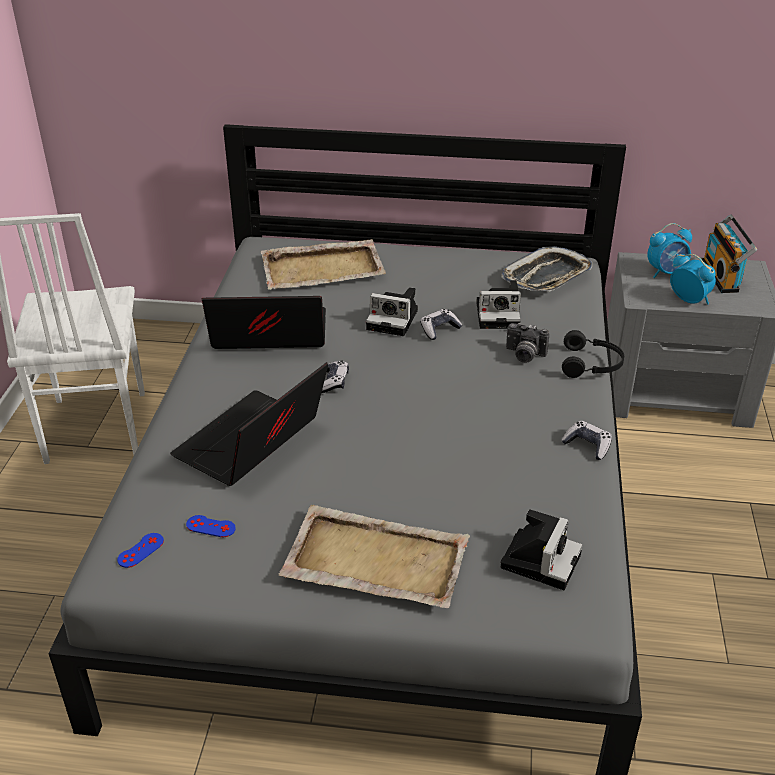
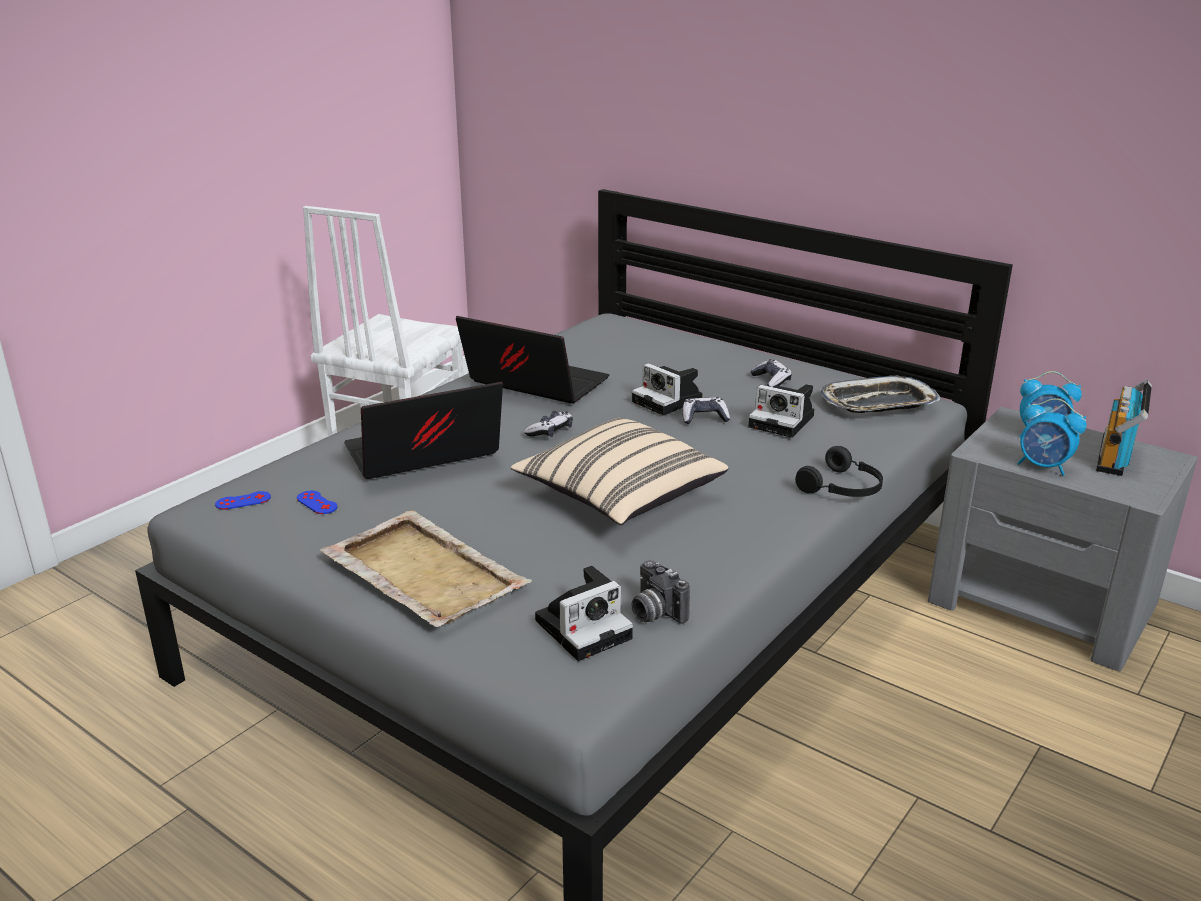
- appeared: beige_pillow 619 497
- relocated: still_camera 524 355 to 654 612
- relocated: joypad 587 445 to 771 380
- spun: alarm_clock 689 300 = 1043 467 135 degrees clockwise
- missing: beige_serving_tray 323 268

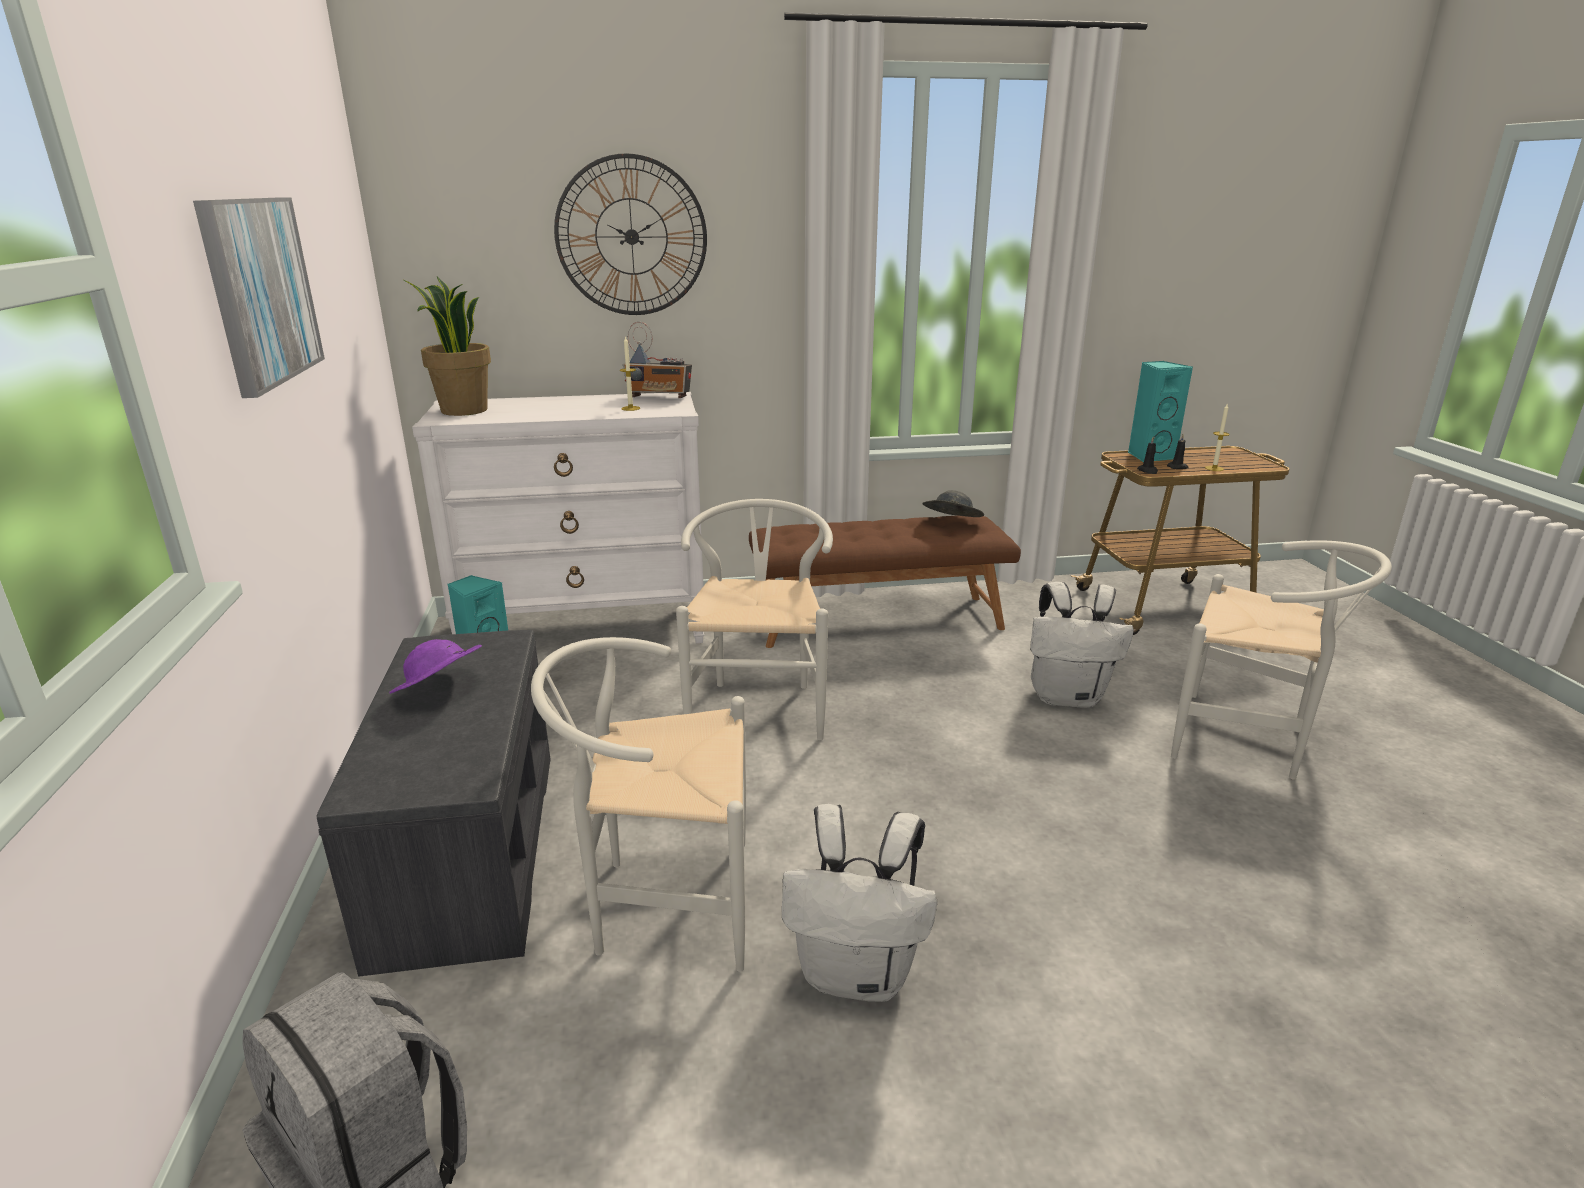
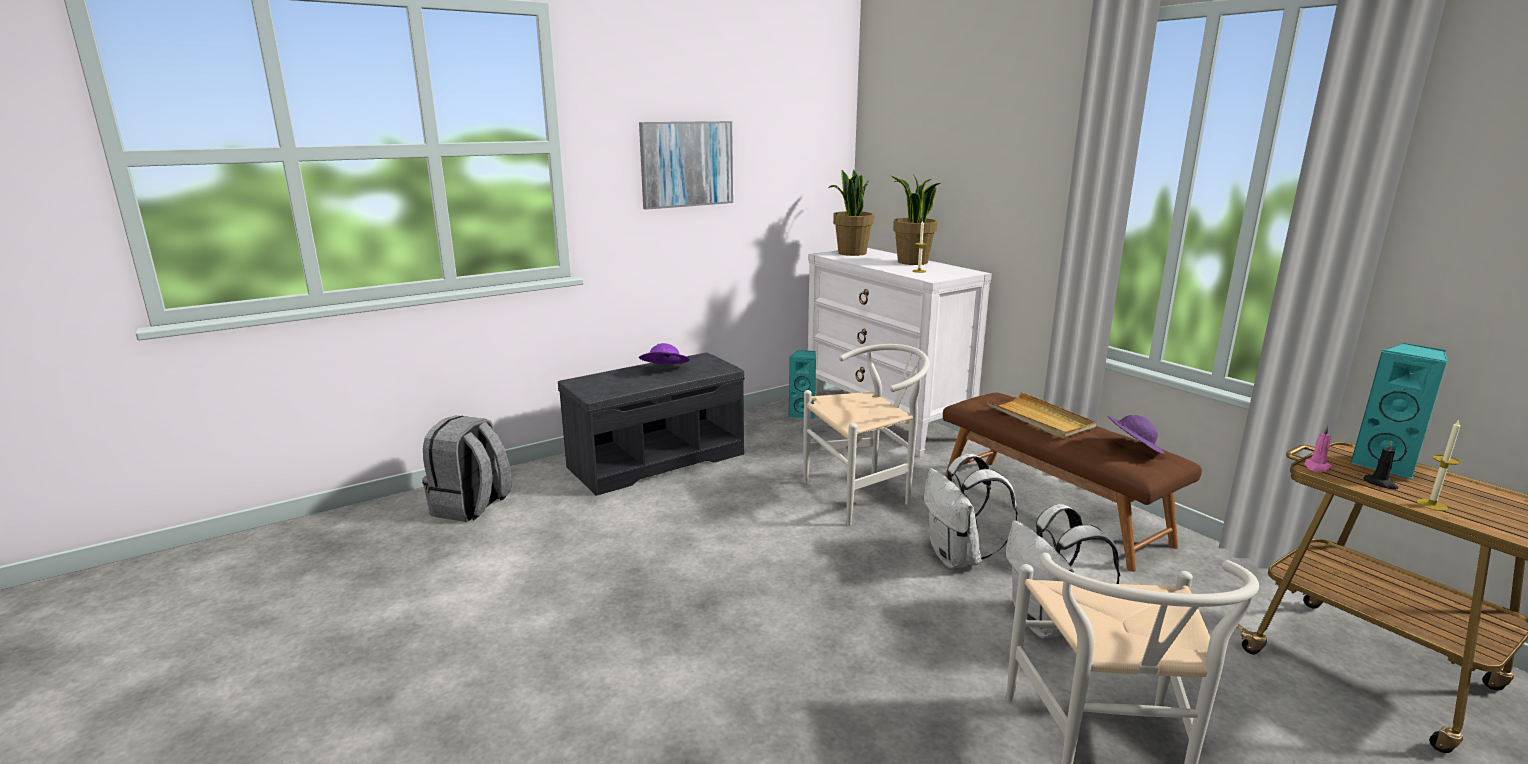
- appeared: plant_in_a_pot 912 262
- relocated: white-coloured_rucksack 857 974 to 958 558
- appeared: beige_serving_tray 1040 419
- colour: gray_clothing_hat 951 523 to purple_clothing_hat 1132 448
- colour: black_candle 1148 471 to pinkish_candle 1316 467
- missing: white-coloured_upright_chair 661 903
- missing: wall_clock 631 236
- missing: radio 660 397

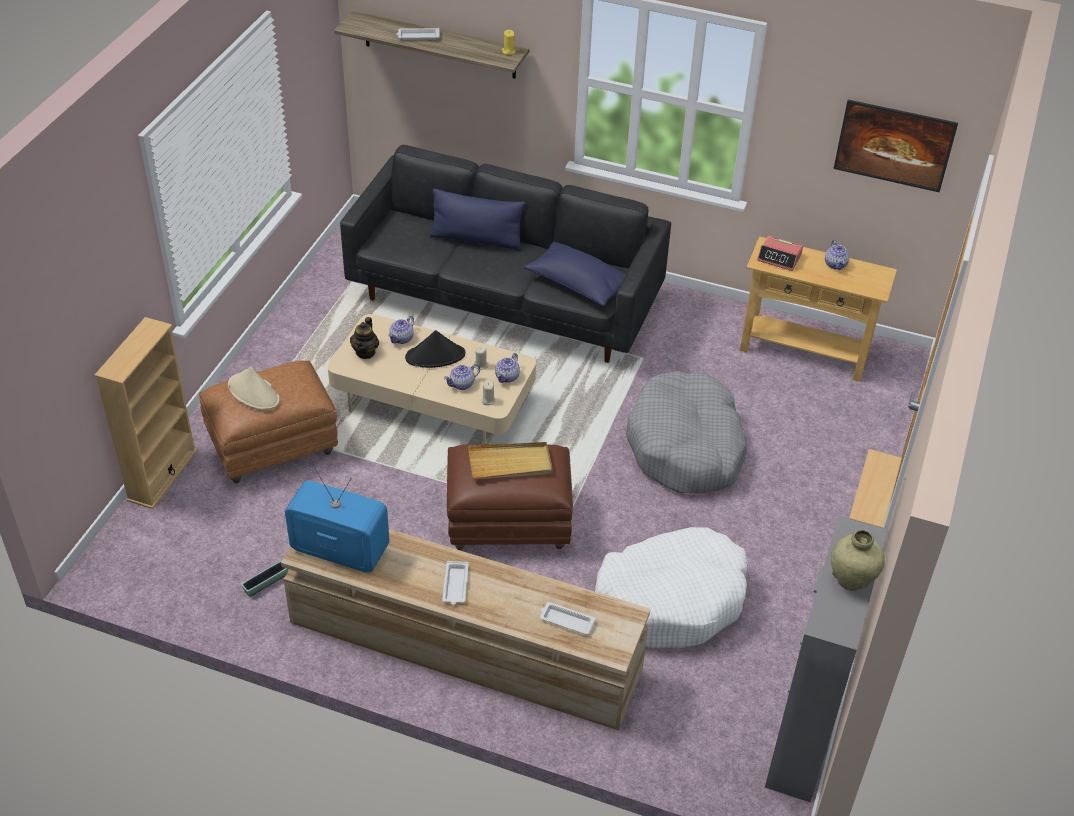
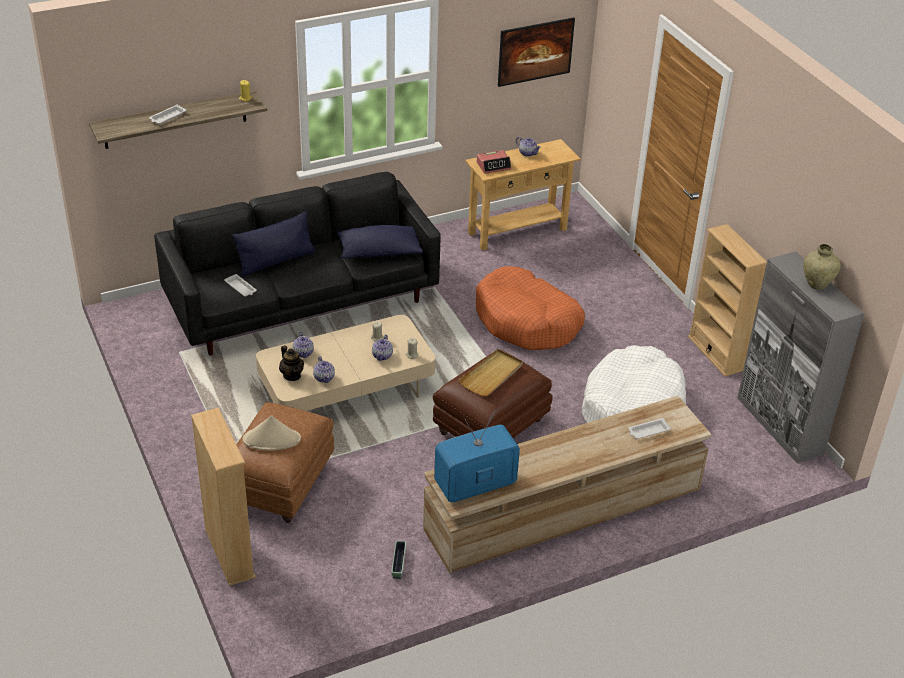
- relocated: white-coloured_serving_tray 455 585 to 241 288
- relocated: tea_pot 507 377 to 324 378
- colour: gray_dog_cushion 686 447 to orange-coloured_dog_cushion 527 321
- missing: black_clothing_hat 435 356

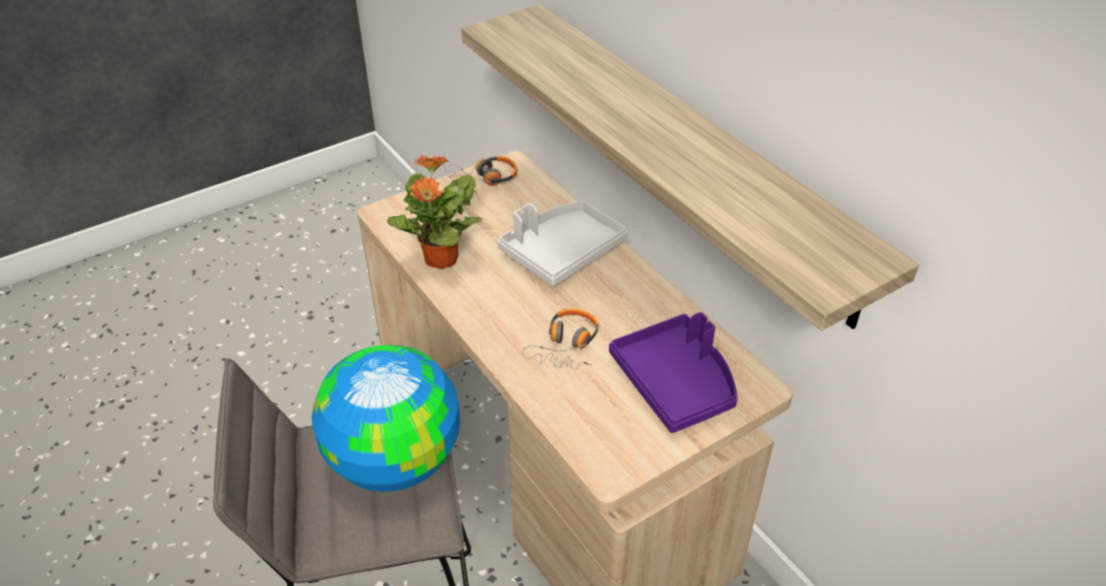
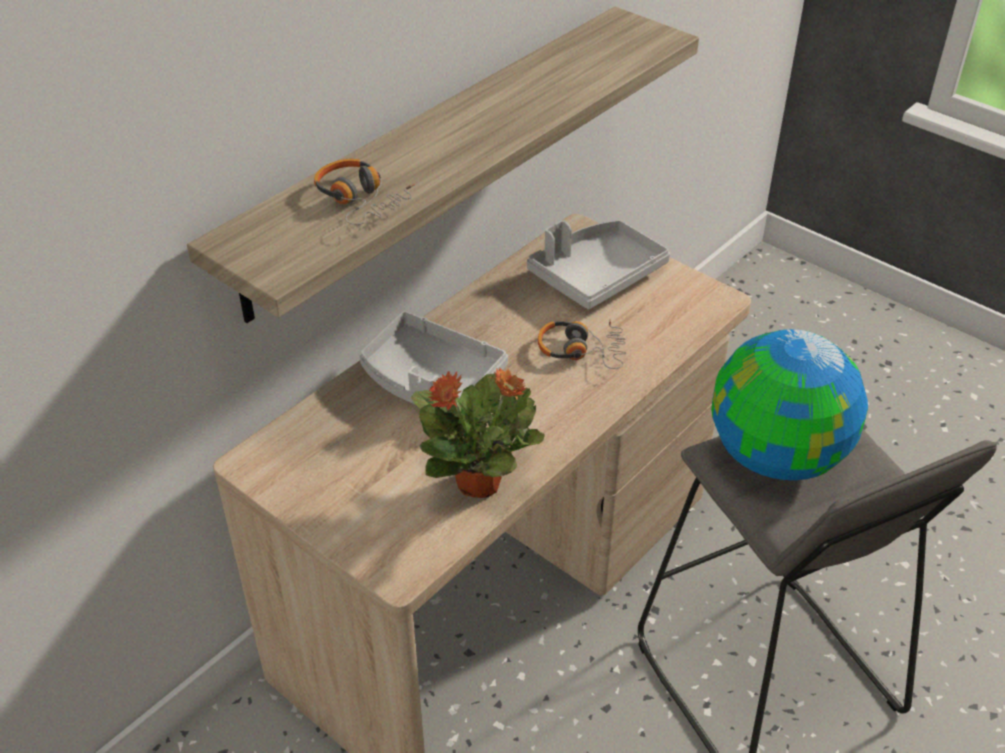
- relocated: pair_of_headphones 484 180 to 361 200
- colour: purple_serving_tray 676 383 to gray_serving_tray 596 275

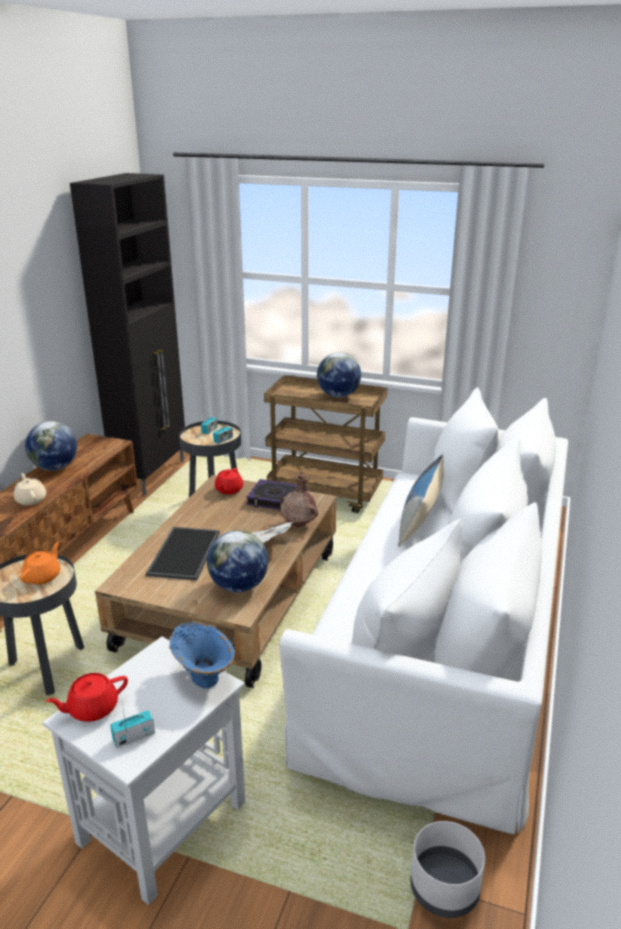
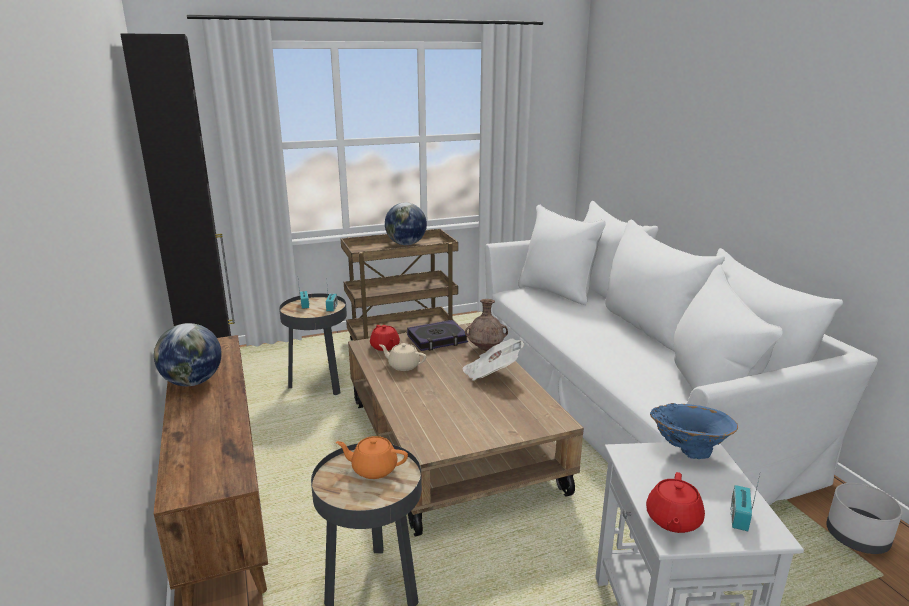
- spun: orange-coloured_tea_pot 43 576 = 373 469 60 degrees counterclockwise
- relocated: beige_tea_pot 31 500 to 403 366
- missing: serving_tray 185 554
- missing: globe 238 586
- missing: pillow 420 520

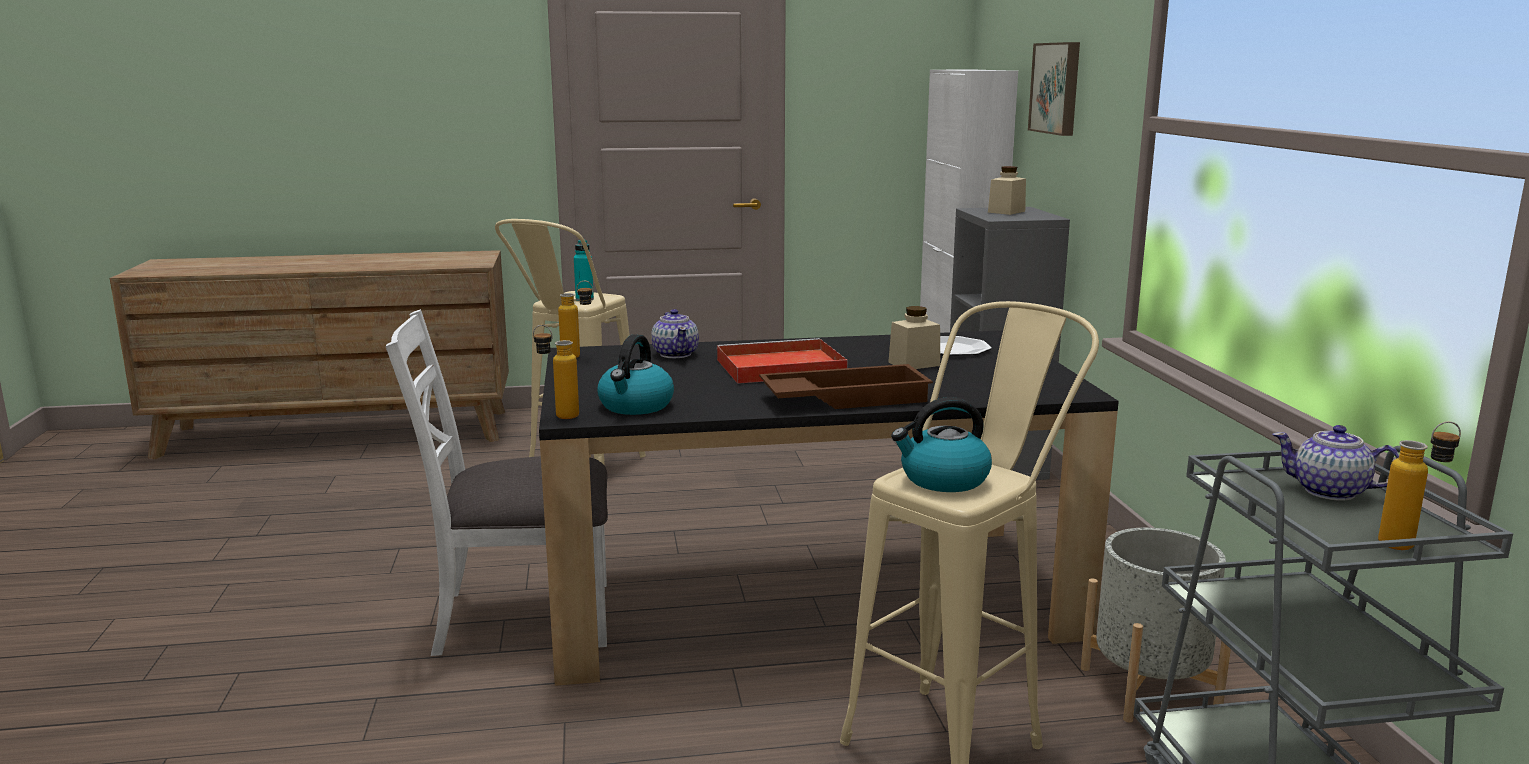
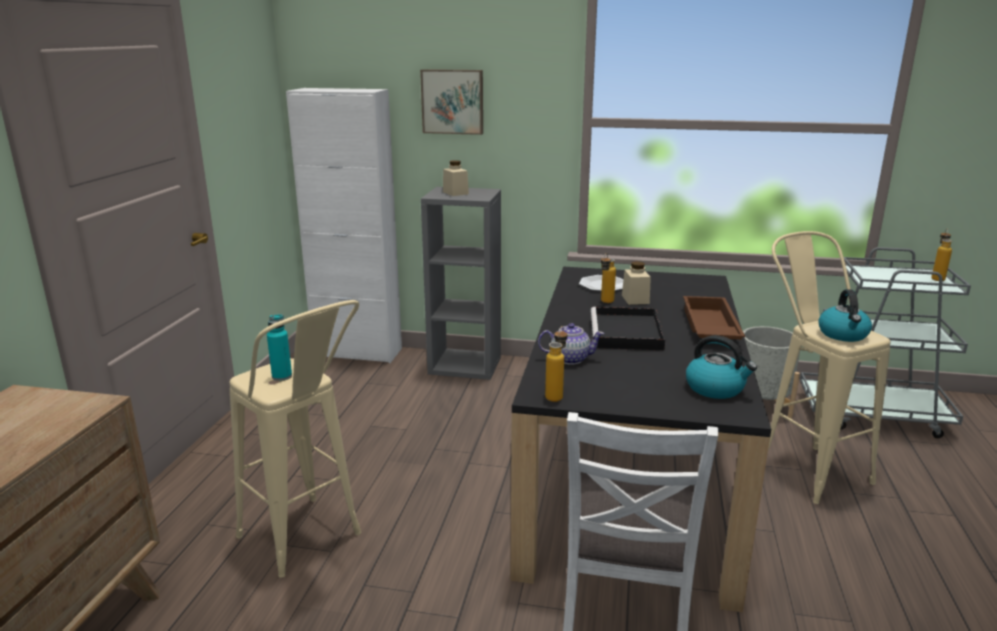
- colour: red_serving_tray 778 367 to black_serving_tray 627 333
- relocated: bottle 558 415 to 605 303
- missing: tea_pot 1330 492

